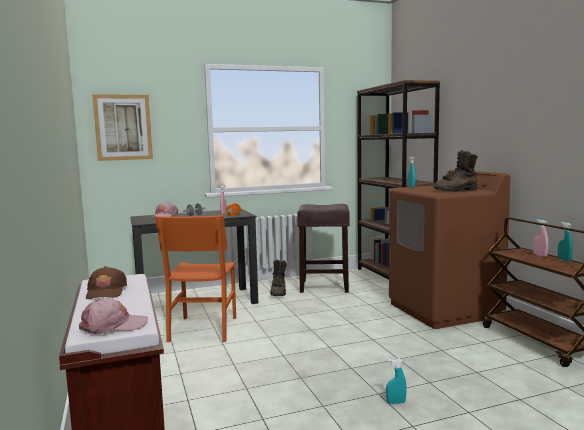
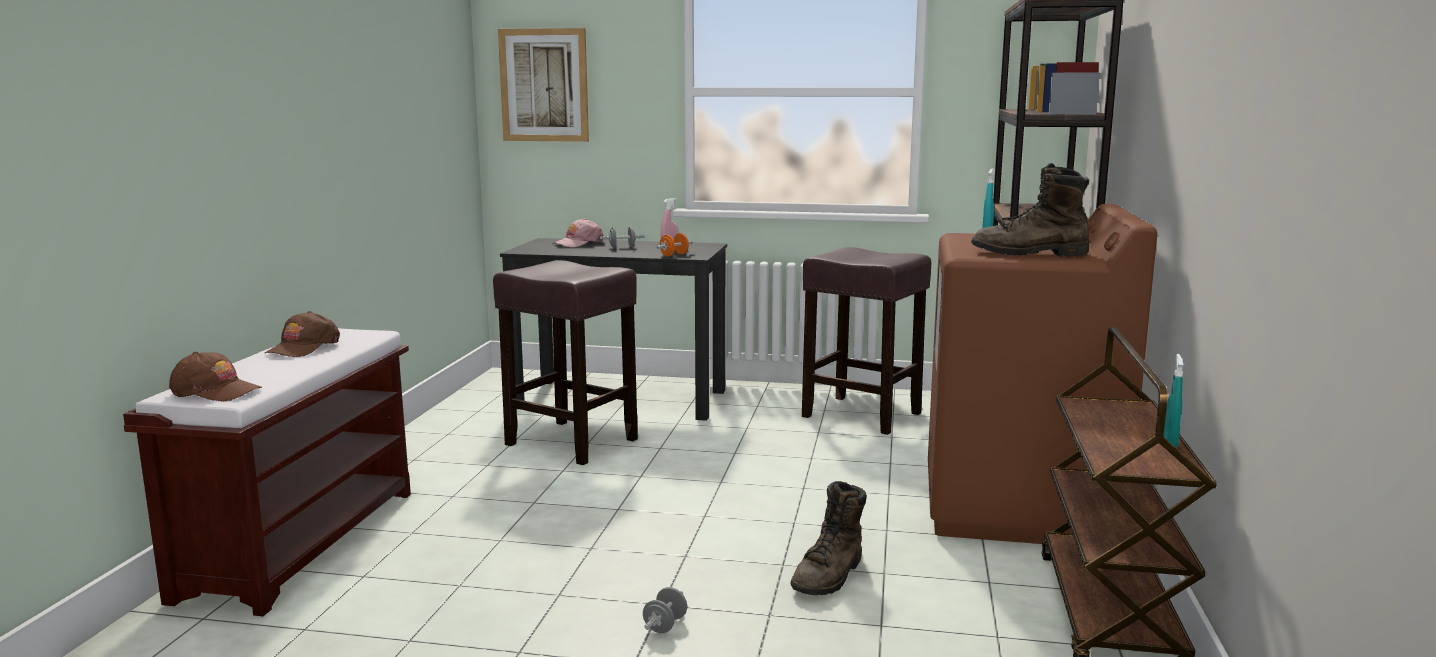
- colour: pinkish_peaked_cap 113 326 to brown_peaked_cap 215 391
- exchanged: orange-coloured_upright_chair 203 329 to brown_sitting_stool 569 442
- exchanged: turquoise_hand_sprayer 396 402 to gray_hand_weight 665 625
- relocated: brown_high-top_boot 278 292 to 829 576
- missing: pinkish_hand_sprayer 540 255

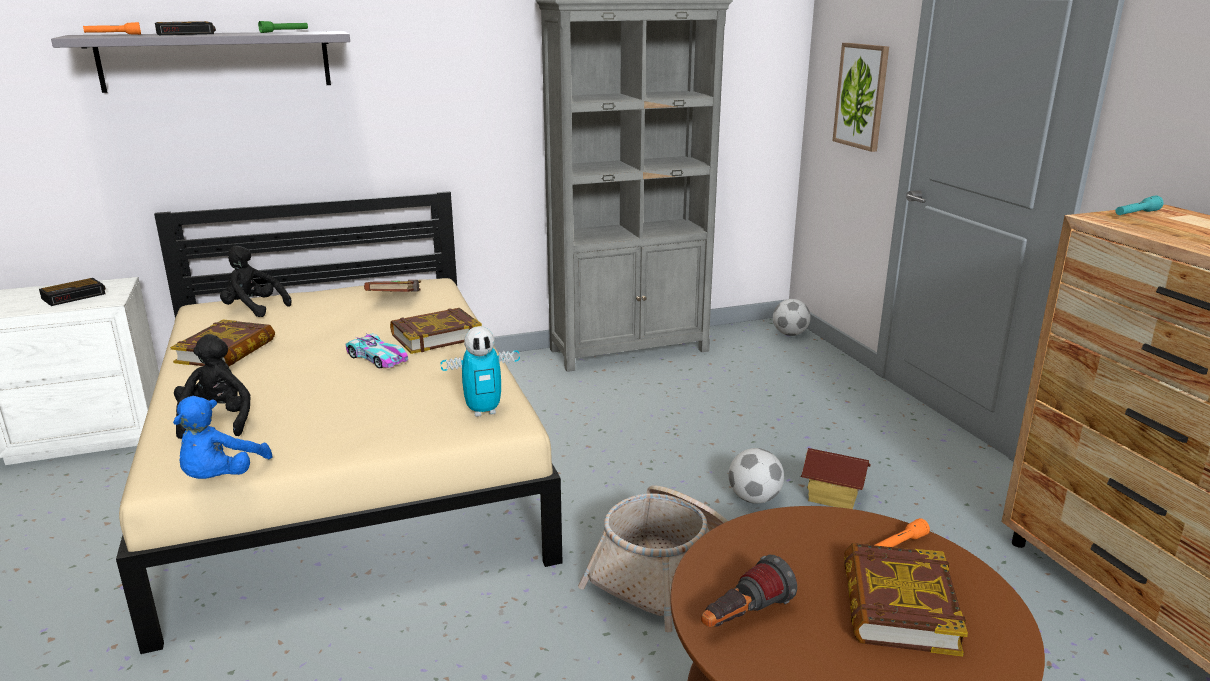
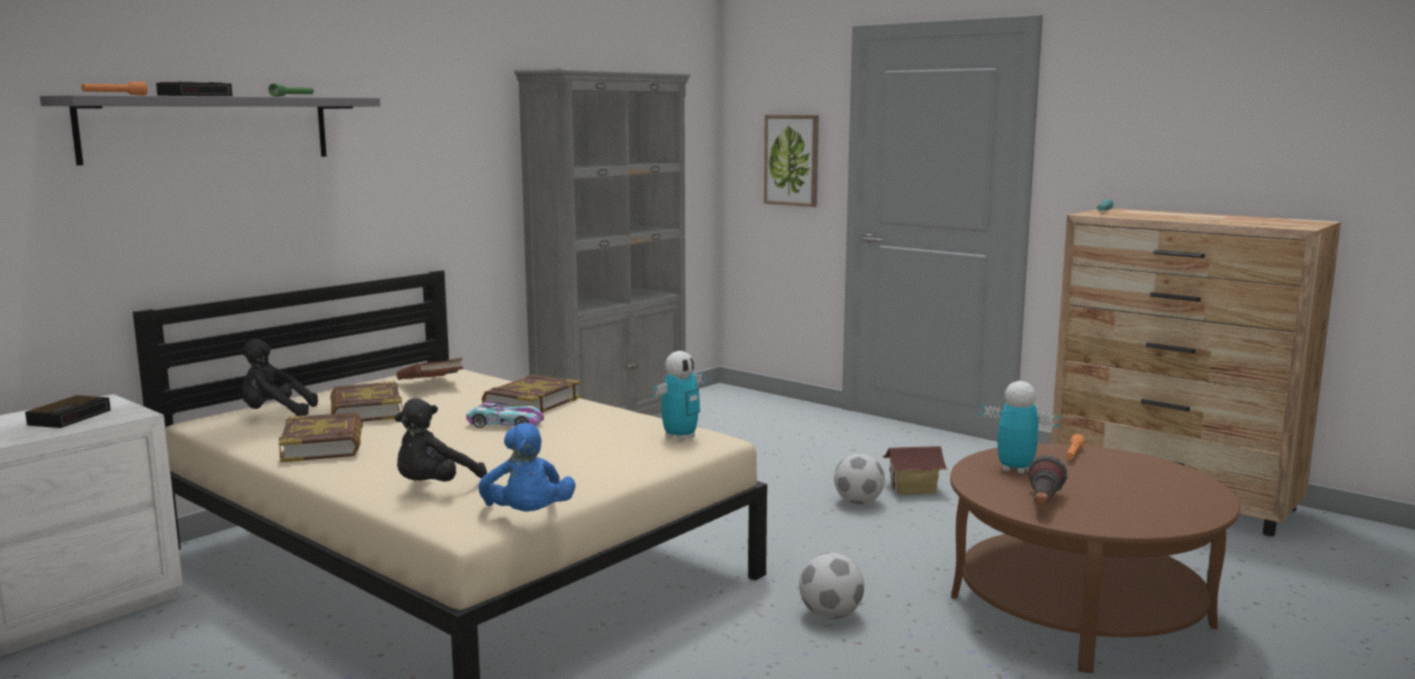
- relocated: volume 898 606 to 365 410
- spun: black_cuddly_toy 217 420 = 434 487 105 degrees counterclockwise
- relocated: football 790 334 to 830 615
- appeared: robot_figure 1015 470
- missing: household_basket 665 572

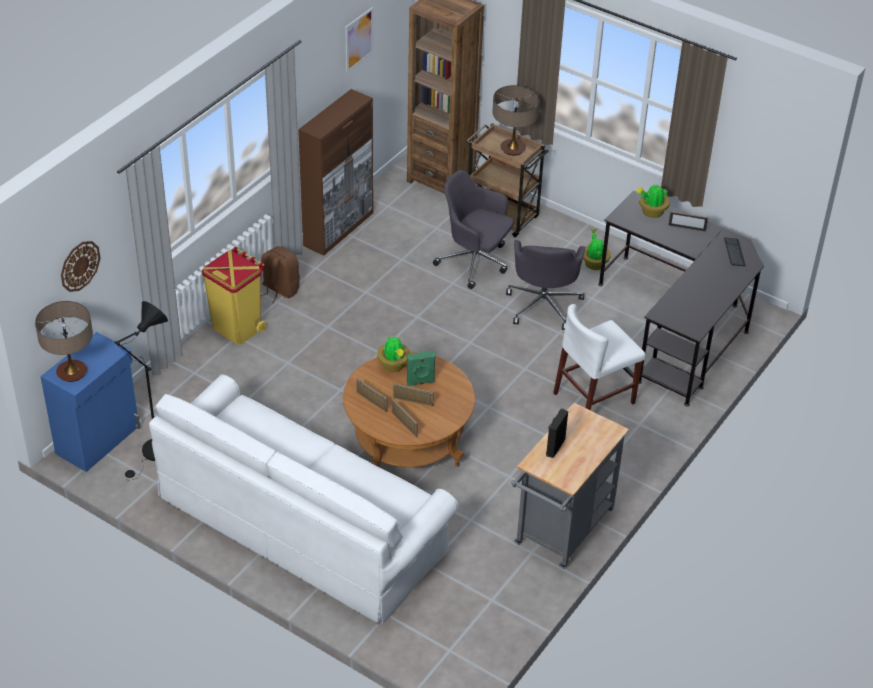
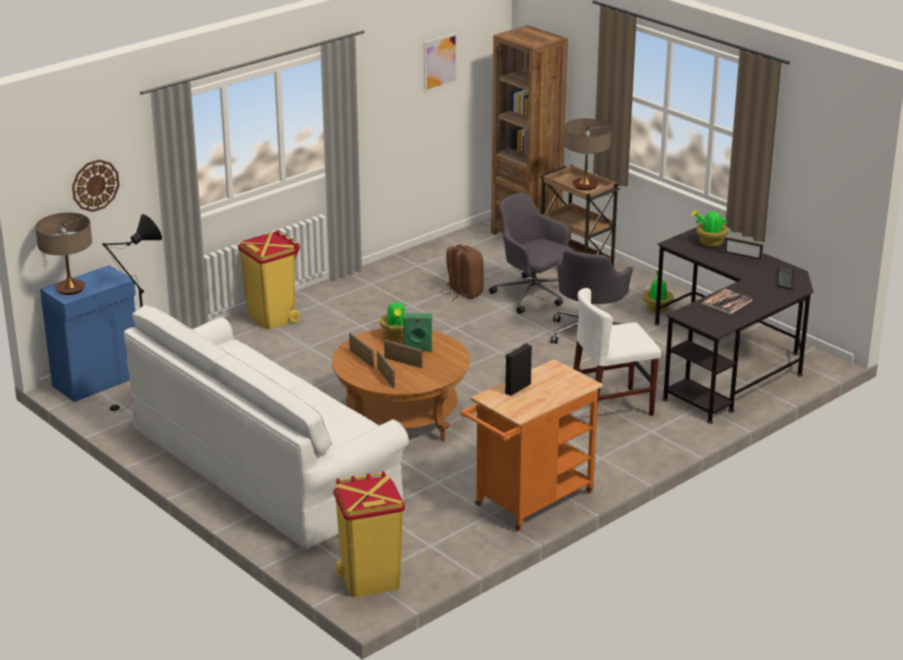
- appeared: yellowish_trash_can 370 580
- relocated: brown_rucksack 279 290 to 463 293
- colour: gray_cart 561 532 to orange-coloured_cart 528 503
- appeared: volume 727 302
- missing: brown_storage_cabinet 338 229

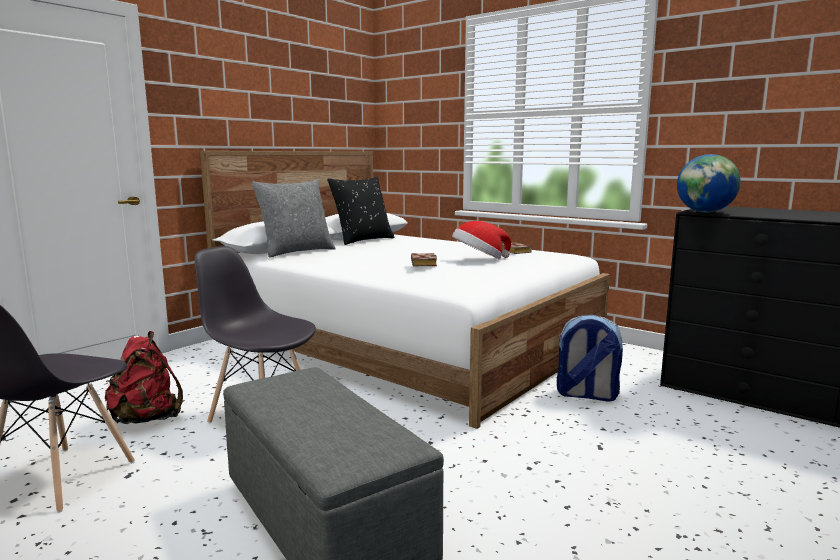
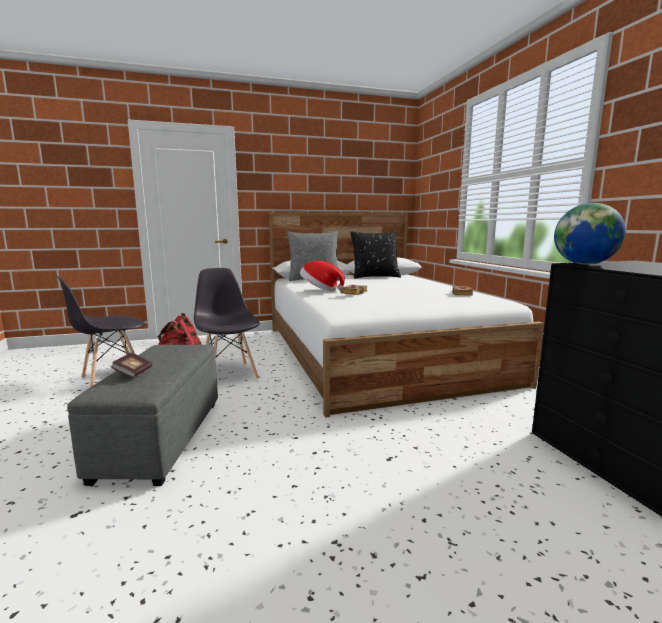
- appeared: volume 133 373
- relocated: clothing_hat 479 260 to 320 290
- missing: rucksack 586 395

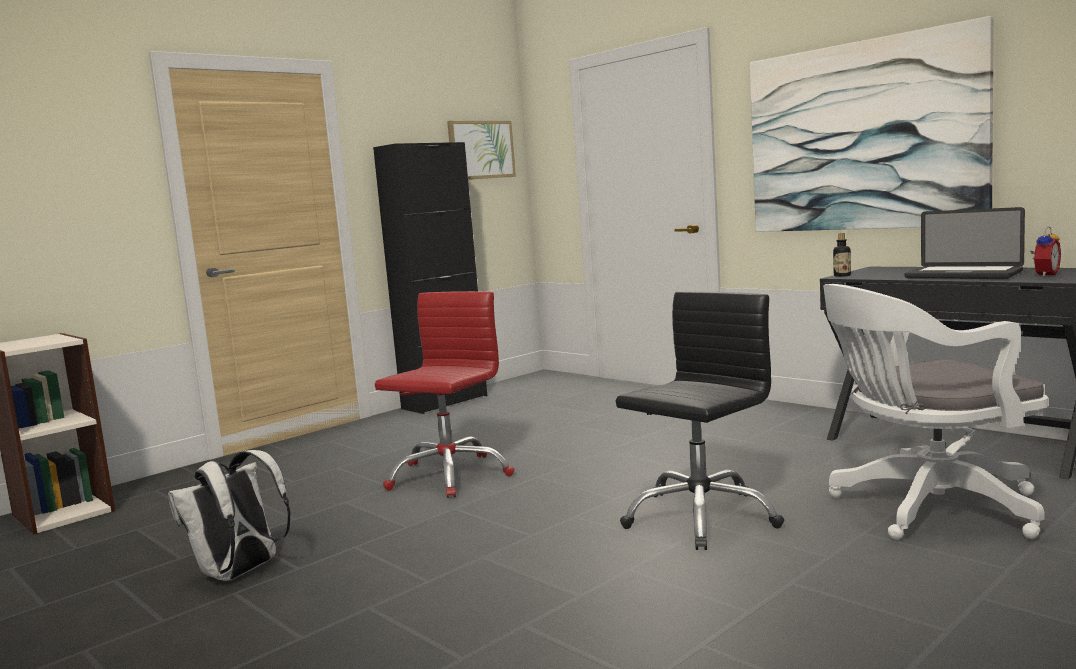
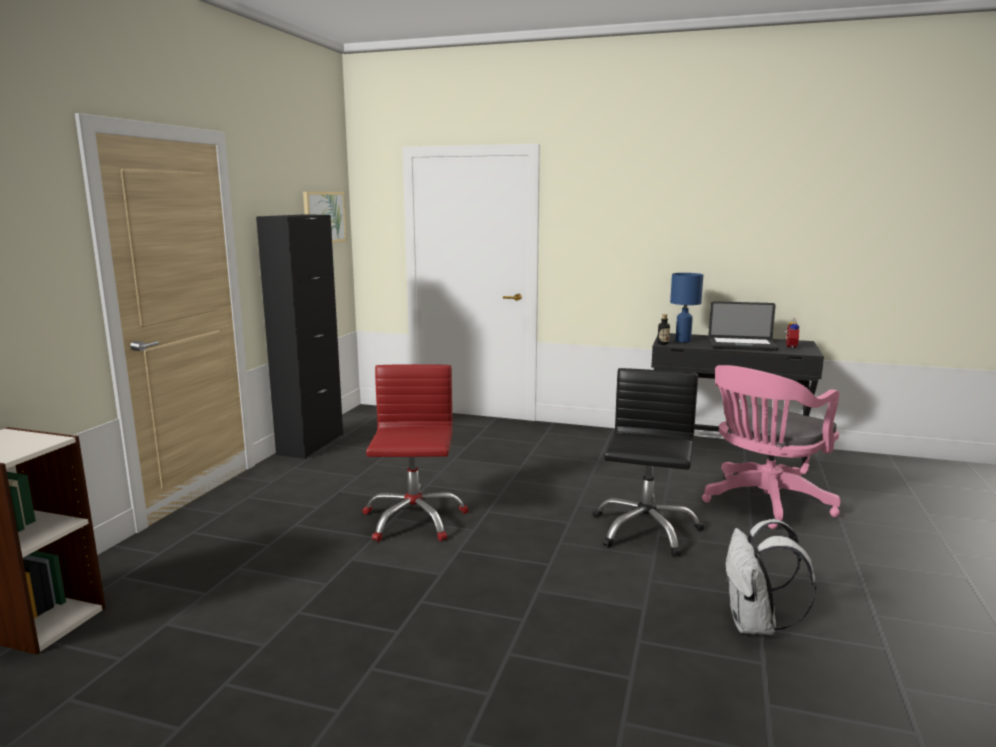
- appeared: bluish_table_lamp 683 340
- colour: white-coloured_computer_chair 927 509 to pinkish_computer_chair 763 503
- relocated: white-coloured_rucksack 240 573 to 756 625
- missing: picture 862 136

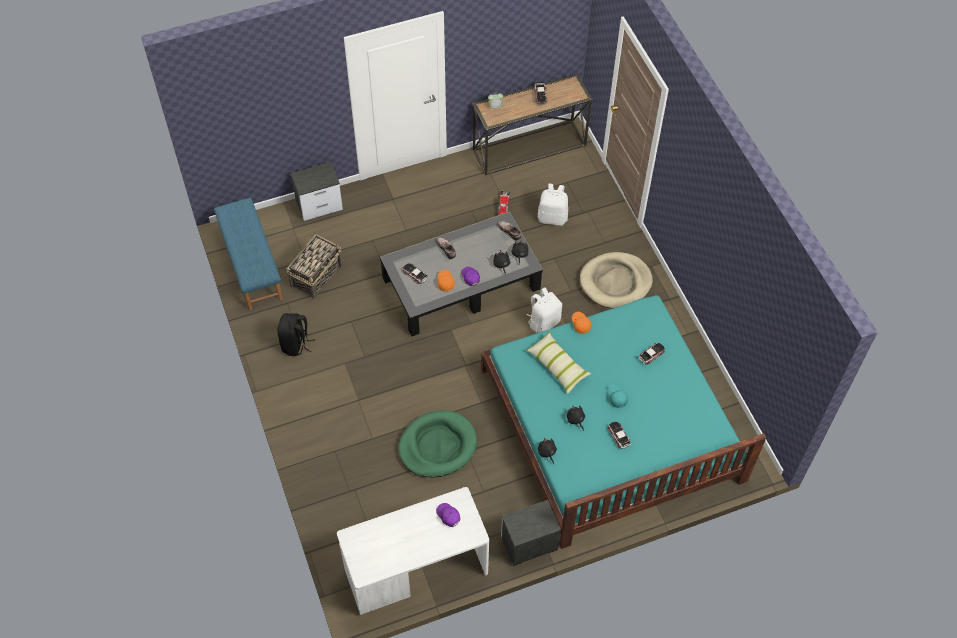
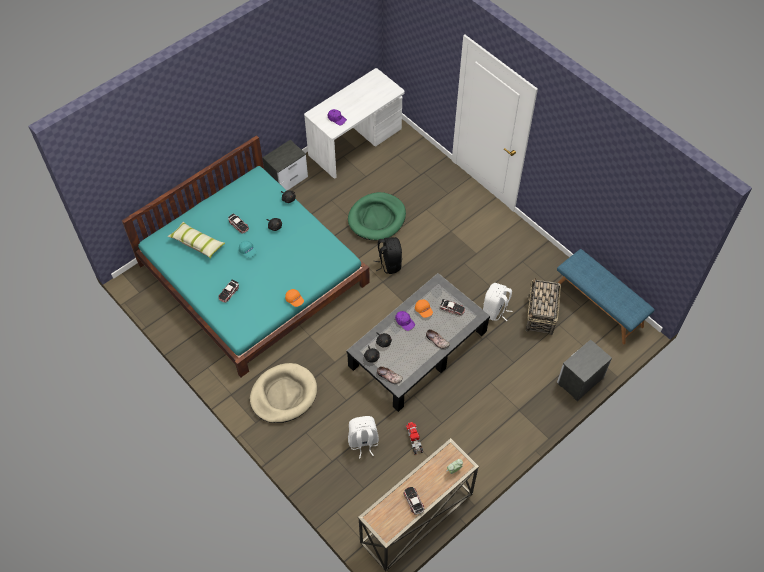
- relocated: pillow 557 366 to 197 243
- relocated: black_rucksack 296 344 to 389 264
- relocated: white-coloured_rucksack 543 322 to 495 310

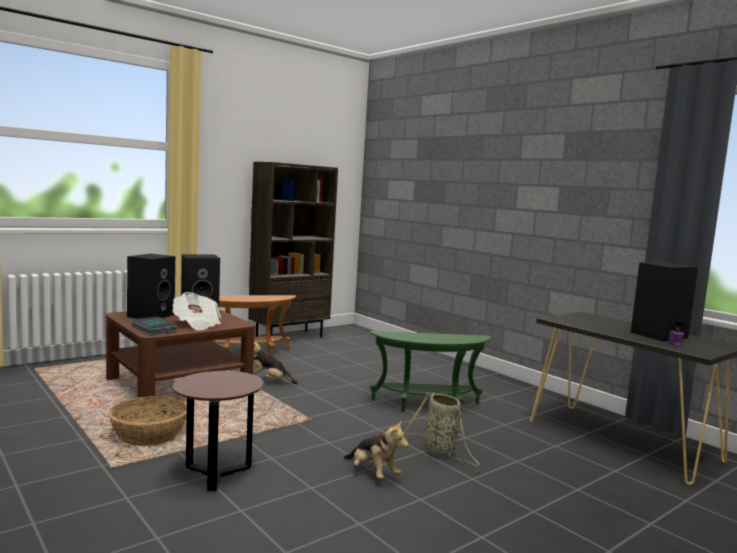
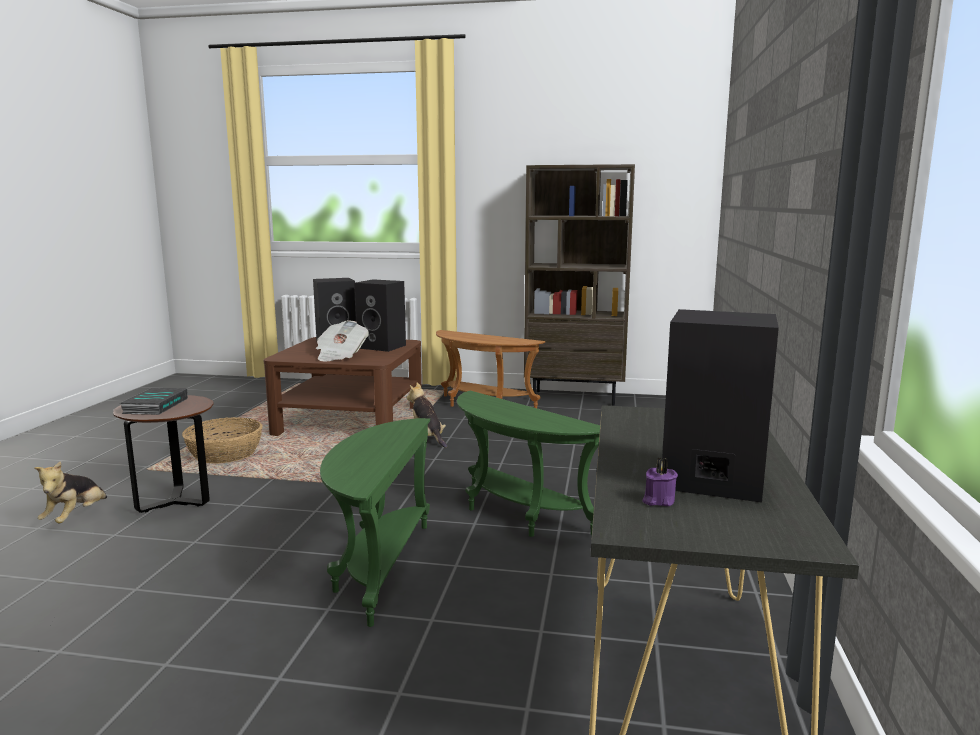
- relocated: cuddly_toy 373 473 to 75 517
- relocated: volume 152 329 to 155 405
- exchanged: household_basket 441 453 to green_side_table 378 568

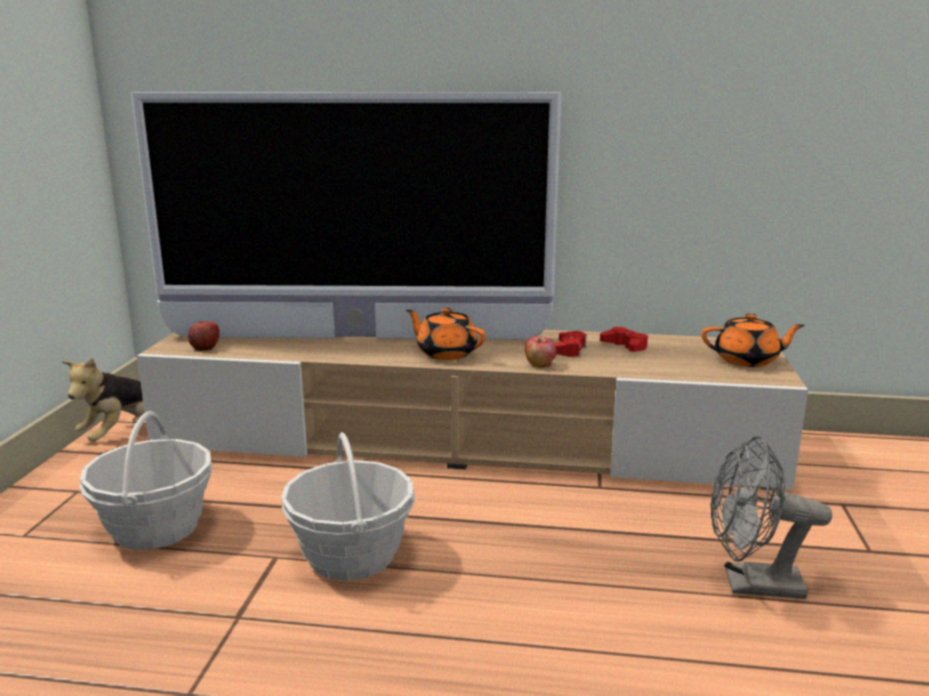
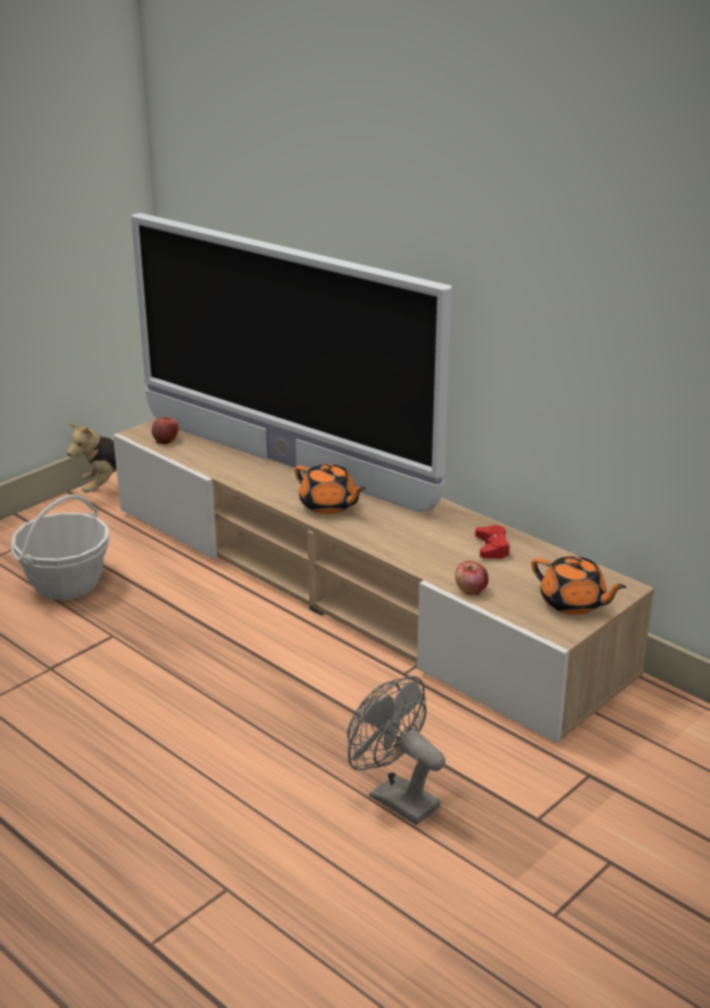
- spun: orange-coloured_tea_pot 446 353 = 329 505 150 degrees clockwise
- relocated: apple_fruit 540 364 to 470 589
- missing: household_basket 351 555
- missing: red_joypad 569 350

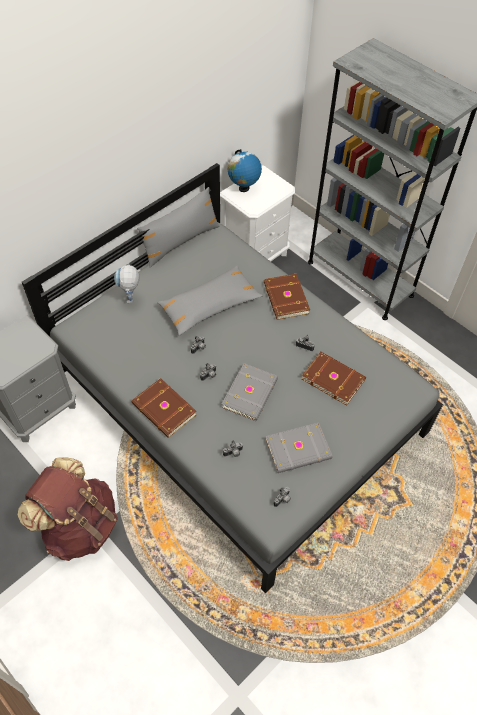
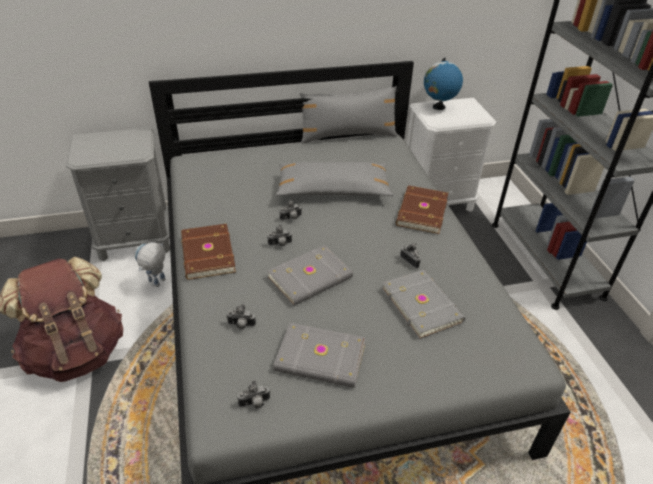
- relocated: robot_figure 131 301 to 157 285
- colour: brown_volume 333 378 to gray_volume 422 304

